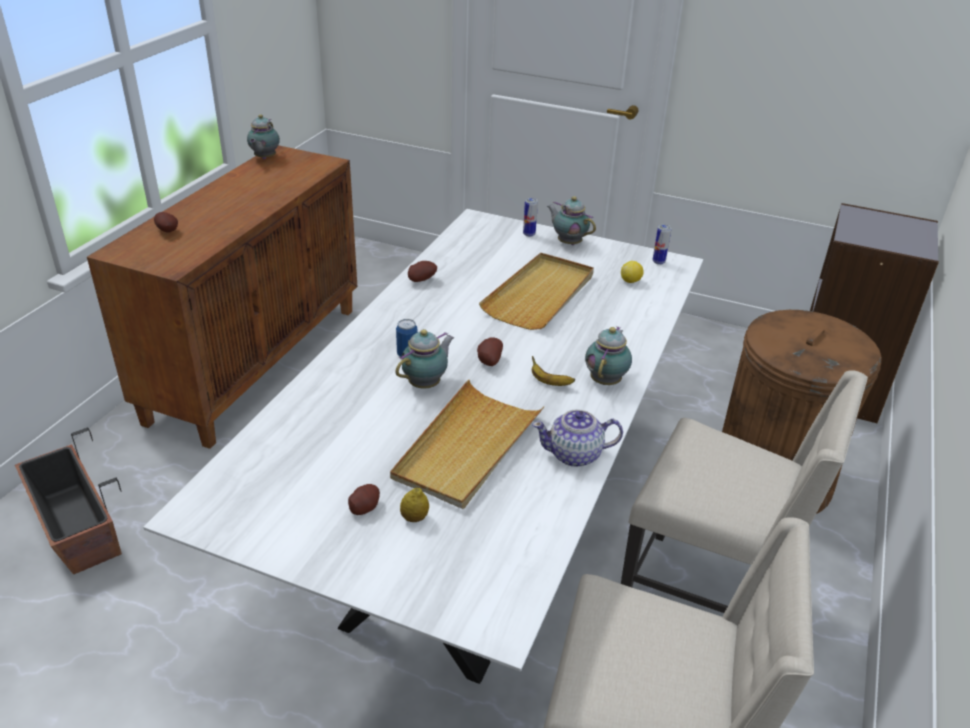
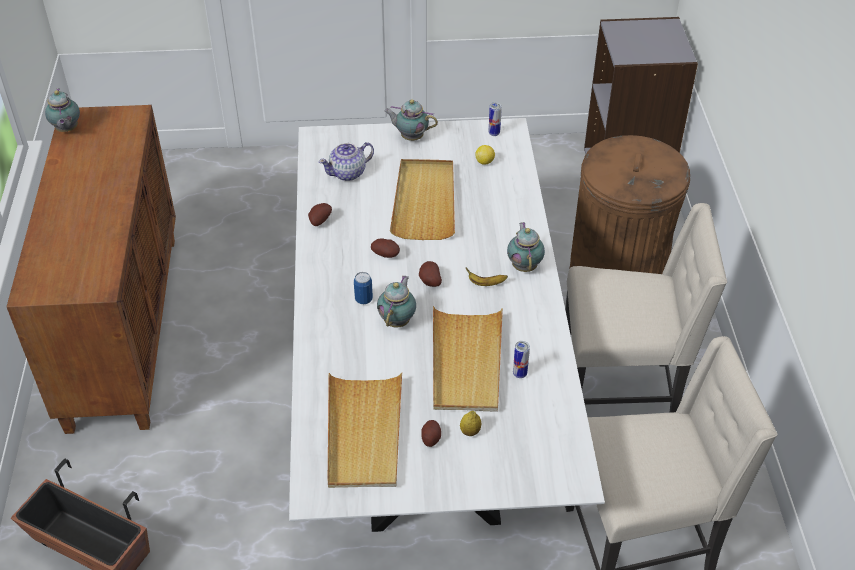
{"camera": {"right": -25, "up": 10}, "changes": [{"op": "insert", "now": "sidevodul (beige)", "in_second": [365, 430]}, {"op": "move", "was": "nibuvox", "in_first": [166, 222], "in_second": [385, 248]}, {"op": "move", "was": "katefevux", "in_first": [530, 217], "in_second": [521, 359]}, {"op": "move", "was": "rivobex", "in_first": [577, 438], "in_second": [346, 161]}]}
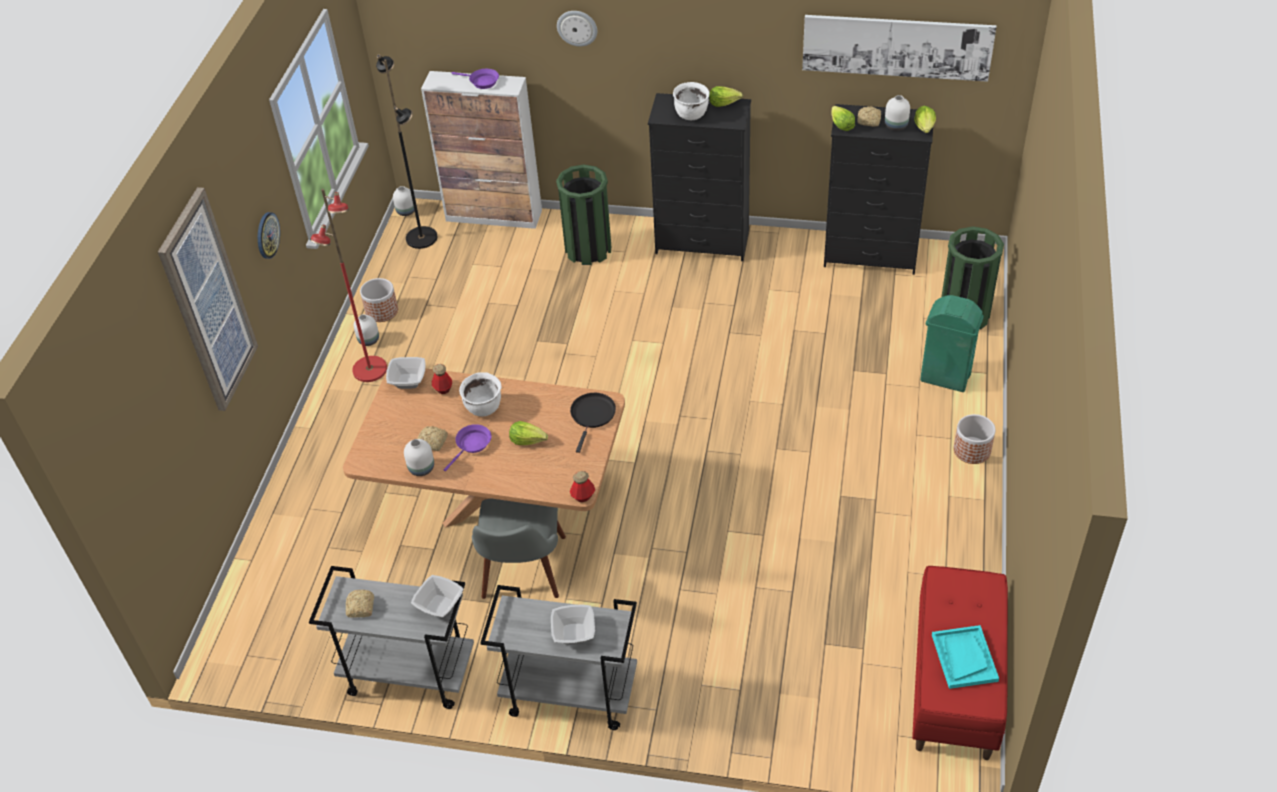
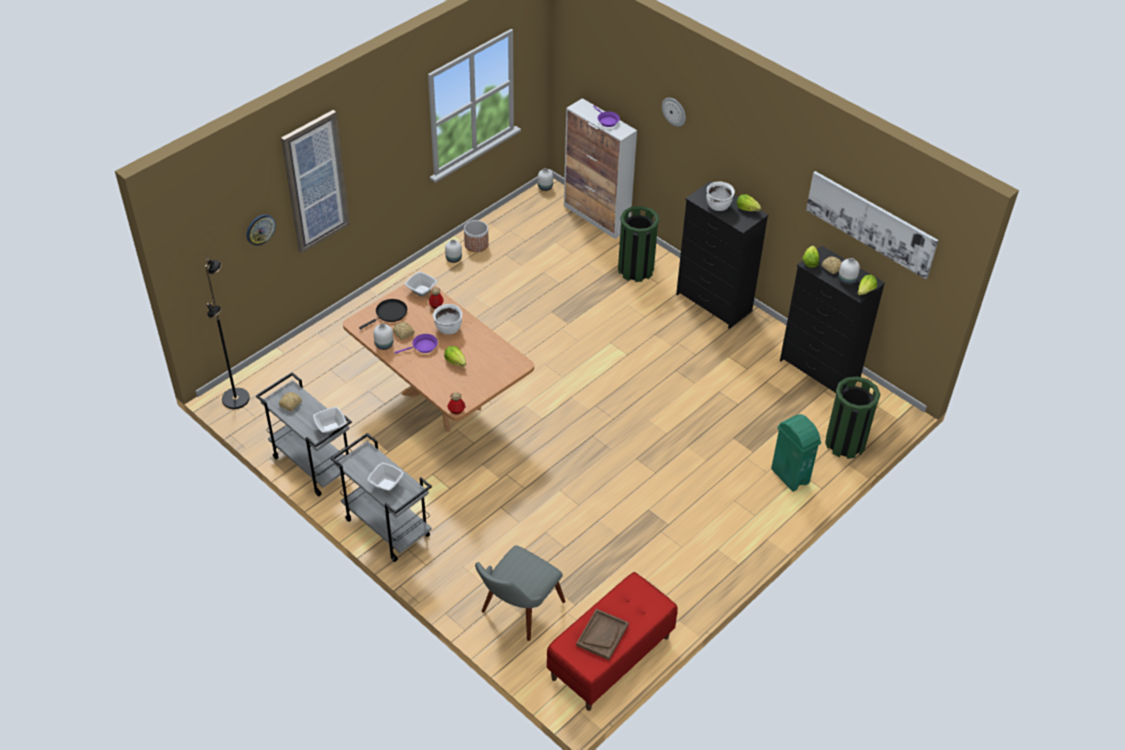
{"camera": {"right": 30, "up": 0}, "changes": [{"op": "delete", "was": "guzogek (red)", "in_first": [348, 285]}, {"op": "delete", "was": "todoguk", "in_first": [975, 439]}, {"op": "move", "was": "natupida", "in_first": [269, 235], "in_second": [261, 230]}, {"op": "move", "was": "guzogek (black)", "in_first": [406, 151], "in_second": [227, 333]}, {"op": "move", "was": "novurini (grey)", "in_first": [519, 548], "in_second": [520, 593]}, {"op": "move", "was": "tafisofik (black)", "in_first": [593, 423], "in_second": [383, 314]}, {"op": "recolor", "was": "sidevodul (turquoise)", "now": "sidevodul (brown)", "in_first": [965, 657], "in_second": [602, 634]}]}
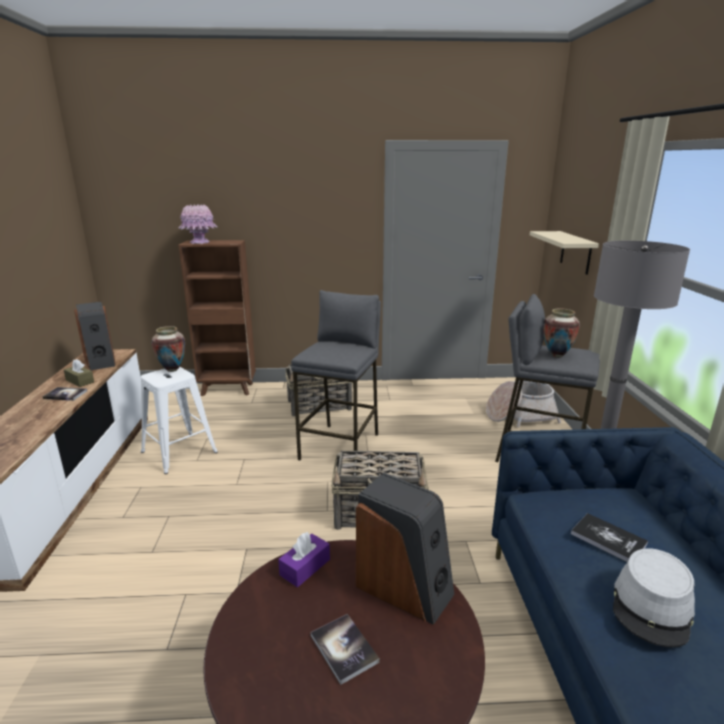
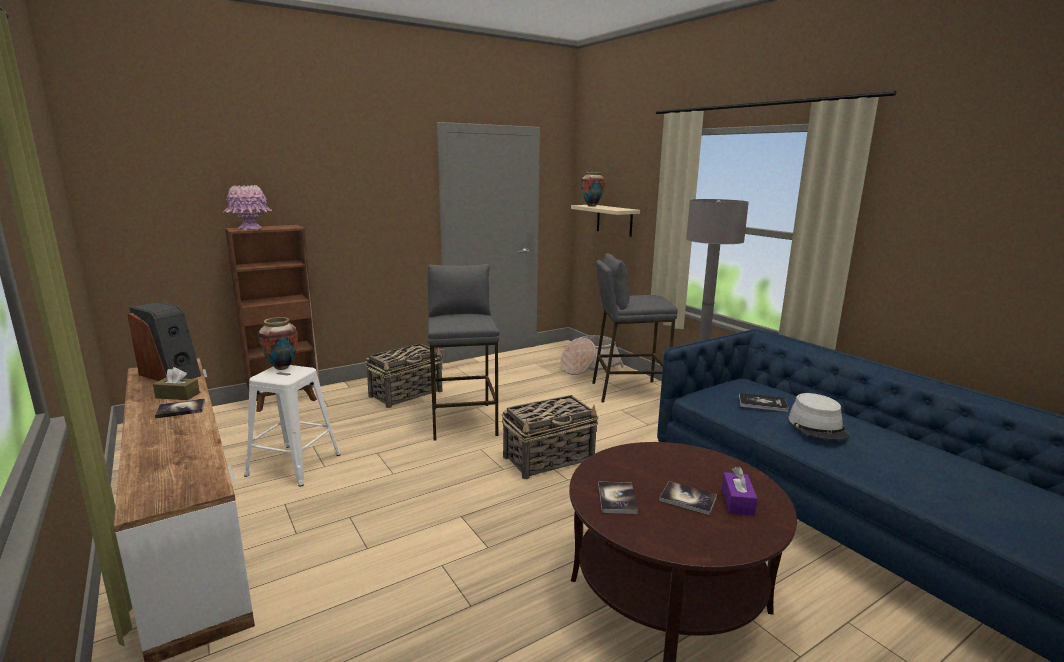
{"camera": {"right": -30, "up": -5}, "changes": [{"op": "delete", "was": "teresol", "in_first": [405, 549]}, {"op": "insert", "now": "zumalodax", "in_second": [618, 498]}, {"op": "move", "was": "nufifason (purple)", "in_first": [304, 559], "in_second": [740, 491]}, {"op": "move", "was": "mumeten", "in_first": [561, 333], "in_second": [593, 189]}]}
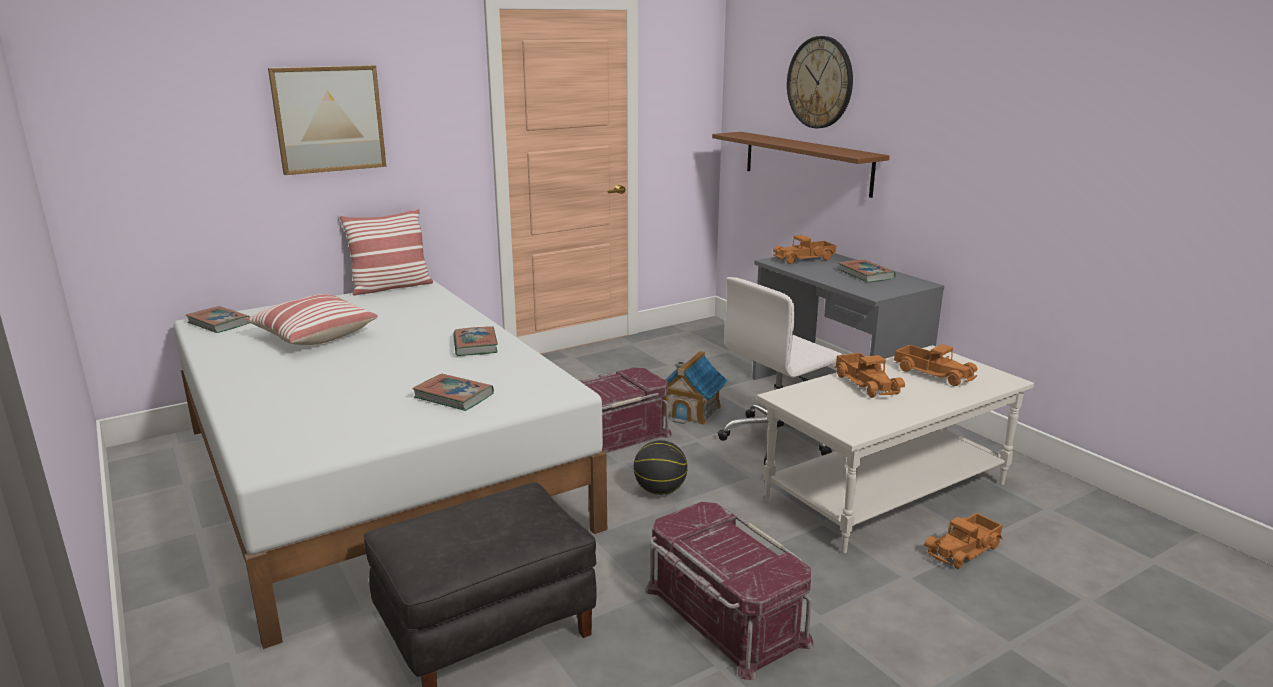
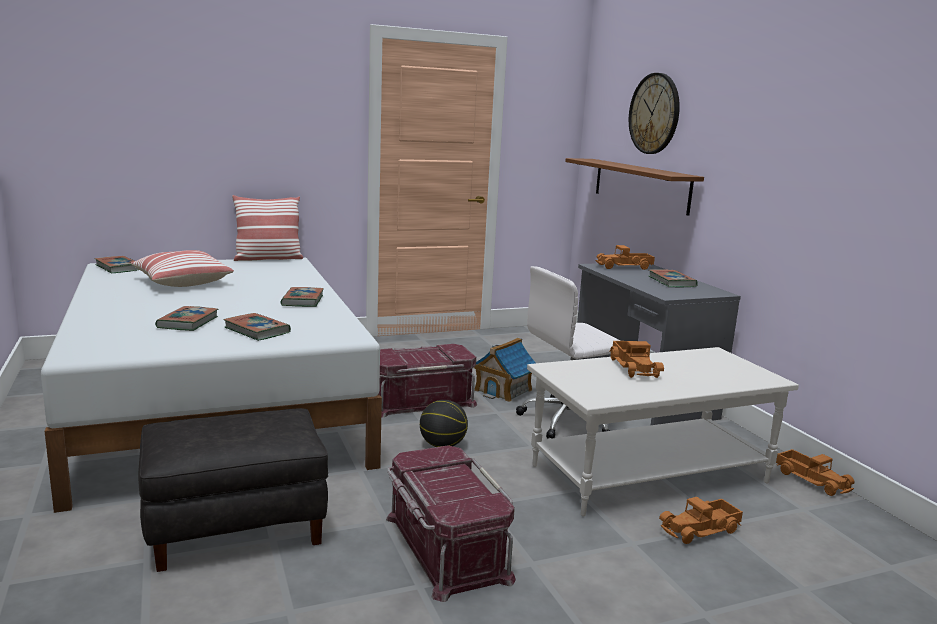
{"camera": {"right": 10, "up": -5}, "changes": [{"op": "delete", "was": "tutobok", "in_first": [327, 120]}, {"op": "insert", "now": "zumalodax", "in_second": [186, 318]}, {"op": "move", "was": "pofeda", "in_first": [936, 365], "in_second": [815, 472]}]}
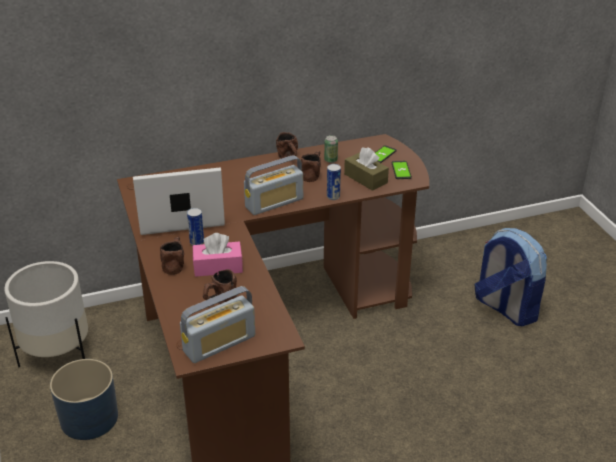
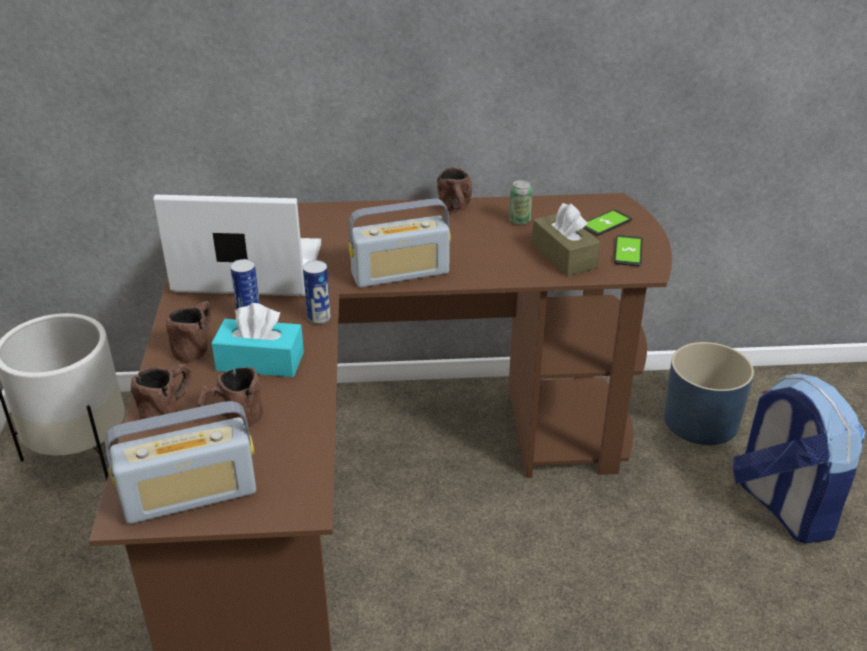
{"camera": {"right": 15, "up": 0}, "changes": [{"op": "move", "was": "todoguk (blue)", "in_first": [84, 399], "in_second": [709, 393]}, {"op": "move", "was": "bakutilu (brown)", "in_first": [311, 166], "in_second": [161, 392]}, {"op": "move", "was": "katefevux", "in_first": [334, 182], "in_second": [317, 292]}, {"op": "recolor", "was": "nufifason (pink)", "now": "nufifason (turquoise)", "in_first": [218, 255], "in_second": [257, 340]}]}
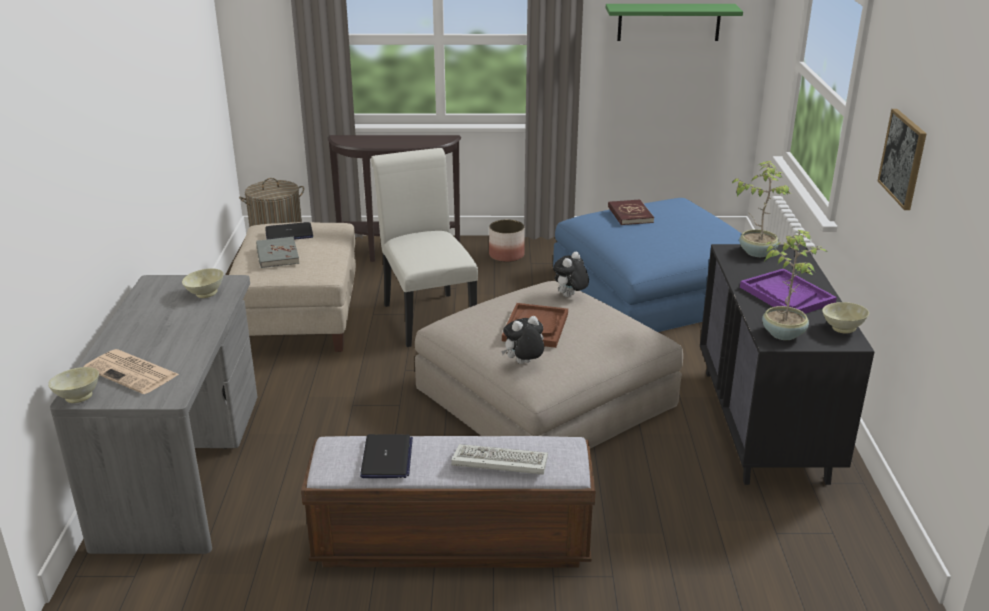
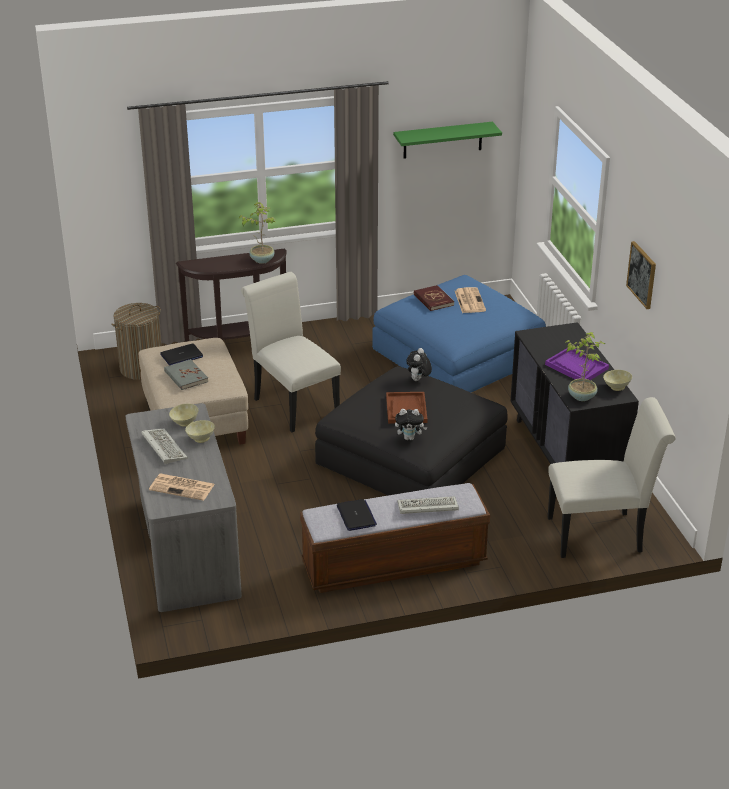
{"camera": {"right": -15, "up": 5}, "changes": [{"op": "delete", "was": "todoguk", "in_first": [507, 240]}, {"op": "insert", "now": "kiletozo", "in_second": [164, 446]}, {"op": "insert", "now": "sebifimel", "in_second": [470, 300]}, {"op": "insert", "now": "novurini (white)", "in_second": [612, 477]}, {"op": "move", "was": "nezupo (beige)", "in_first": [73, 385], "in_second": [200, 431]}, {"op": "move", "was": "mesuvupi", "in_first": [761, 209], "in_second": [256, 233]}, {"op": "recolor", "was": "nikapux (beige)", "now": "nikapux (black)", "in_first": [549, 365], "in_second": [411, 430]}, {"op": "rotate", "was": "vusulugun", "in_first": [522, 340], "in_second": [411, 424], "clockwise": -135}]}
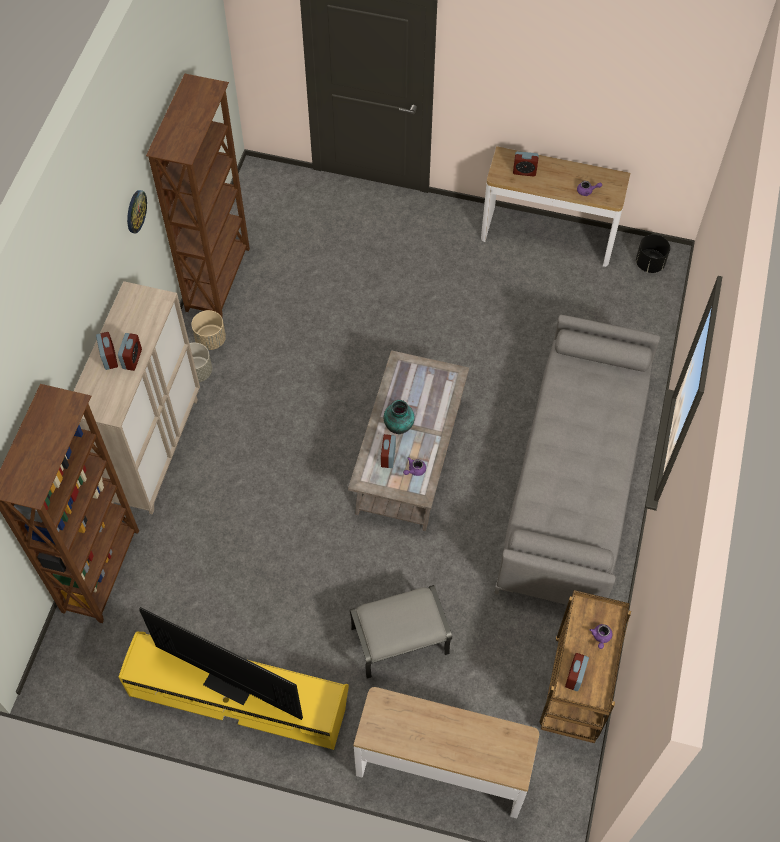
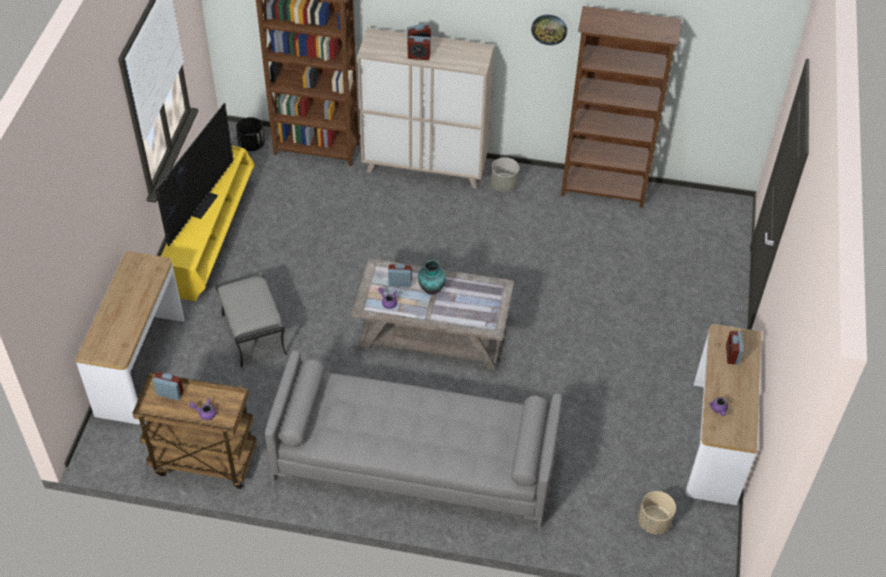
{"camera": {"right": 85, "up": -10}, "changes": [{"op": "move", "was": "todoguk (beige)", "in_first": [209, 330], "in_second": [657, 512]}, {"op": "move", "was": "todoguk (black)", "in_first": [653, 253], "in_second": [250, 134]}]}
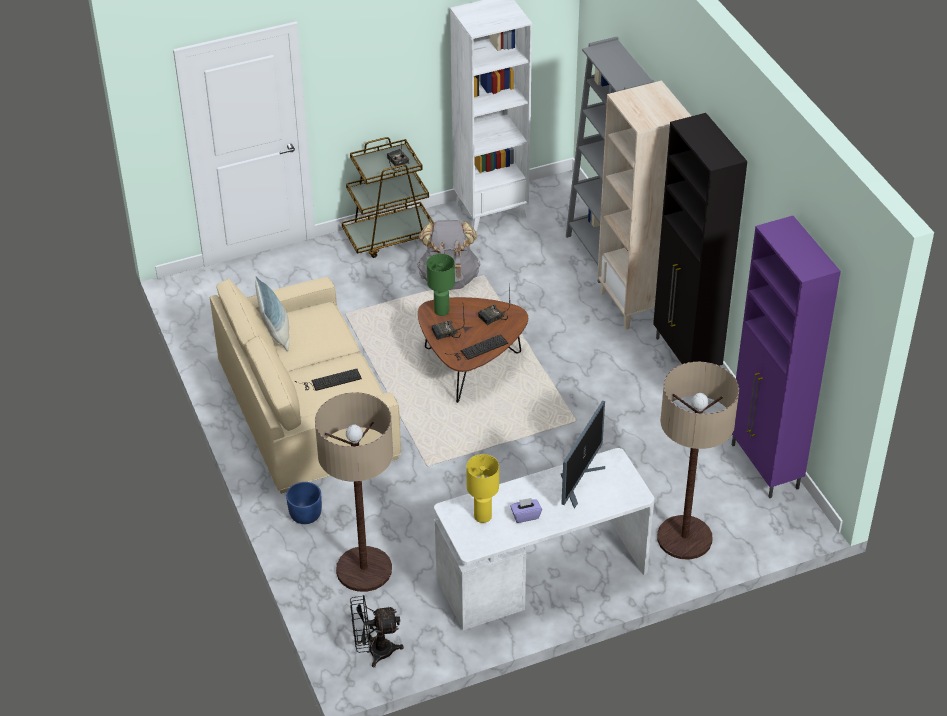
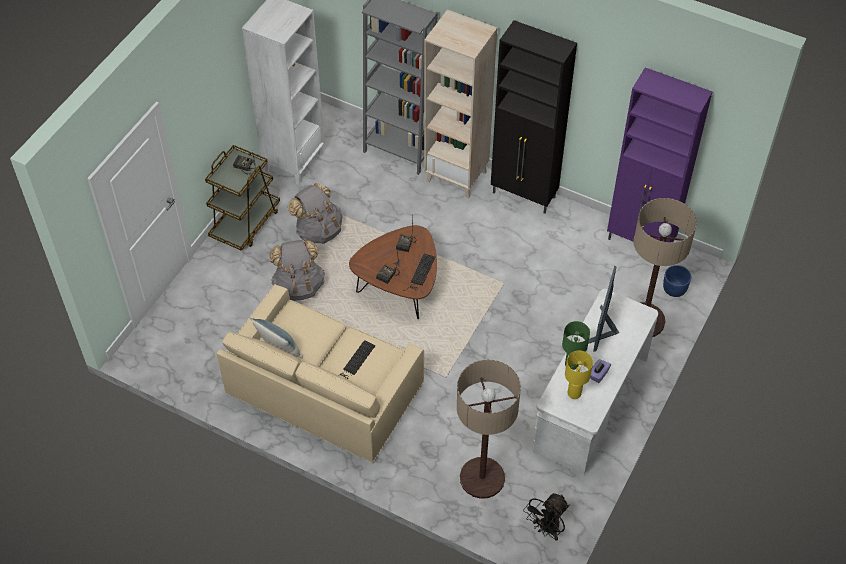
{"camera": {"right": -40, "up": 10}, "changes": [{"op": "insert", "now": "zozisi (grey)", "in_second": [297, 270]}, {"op": "move", "was": "todoguk (blue)", "in_first": [304, 503], "in_second": [677, 281]}, {"op": "move", "was": "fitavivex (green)", "in_first": [441, 285], "in_second": [576, 345]}, {"op": "rotate", "was": "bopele", "in_first": [583, 454], "in_second": [603, 309], "clockwise": -150}]}
